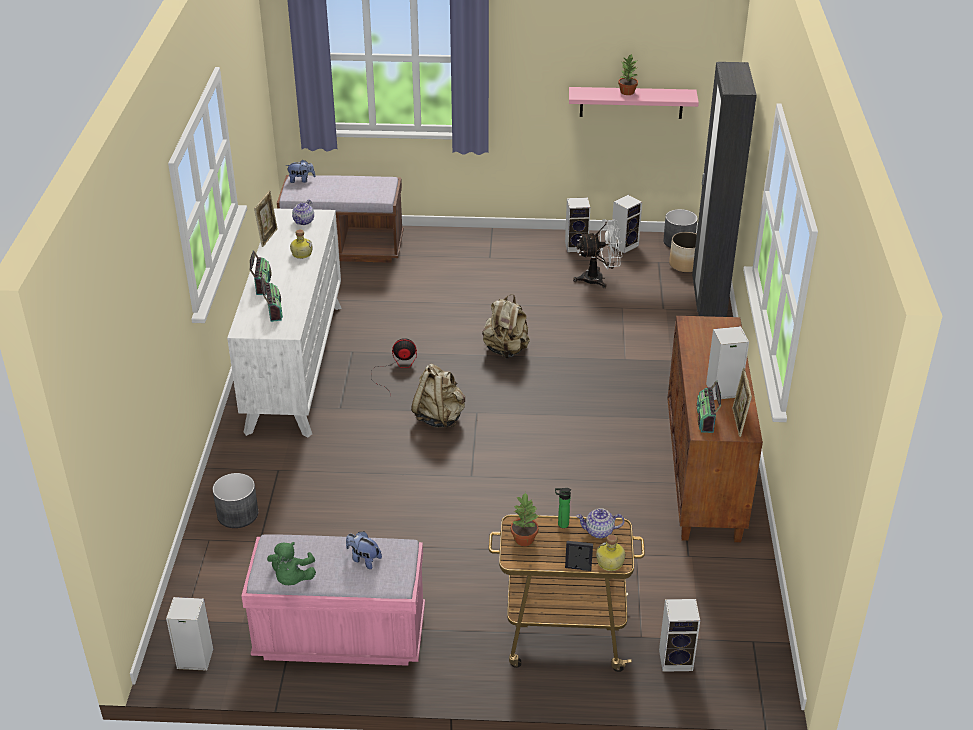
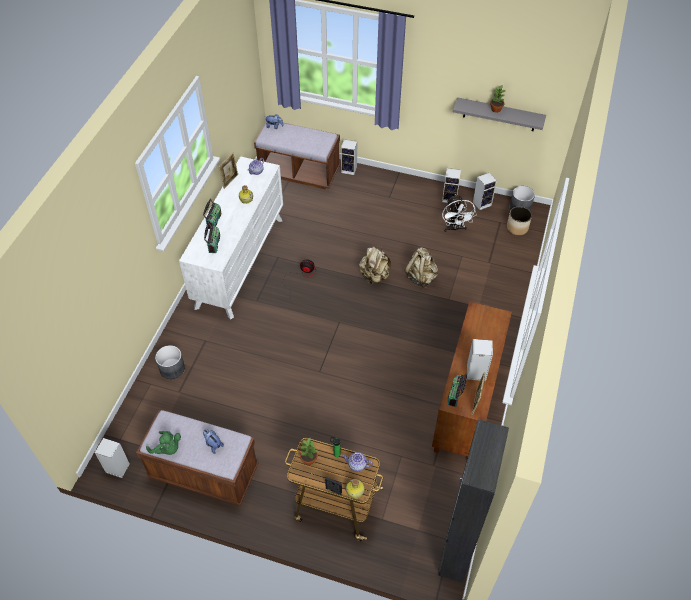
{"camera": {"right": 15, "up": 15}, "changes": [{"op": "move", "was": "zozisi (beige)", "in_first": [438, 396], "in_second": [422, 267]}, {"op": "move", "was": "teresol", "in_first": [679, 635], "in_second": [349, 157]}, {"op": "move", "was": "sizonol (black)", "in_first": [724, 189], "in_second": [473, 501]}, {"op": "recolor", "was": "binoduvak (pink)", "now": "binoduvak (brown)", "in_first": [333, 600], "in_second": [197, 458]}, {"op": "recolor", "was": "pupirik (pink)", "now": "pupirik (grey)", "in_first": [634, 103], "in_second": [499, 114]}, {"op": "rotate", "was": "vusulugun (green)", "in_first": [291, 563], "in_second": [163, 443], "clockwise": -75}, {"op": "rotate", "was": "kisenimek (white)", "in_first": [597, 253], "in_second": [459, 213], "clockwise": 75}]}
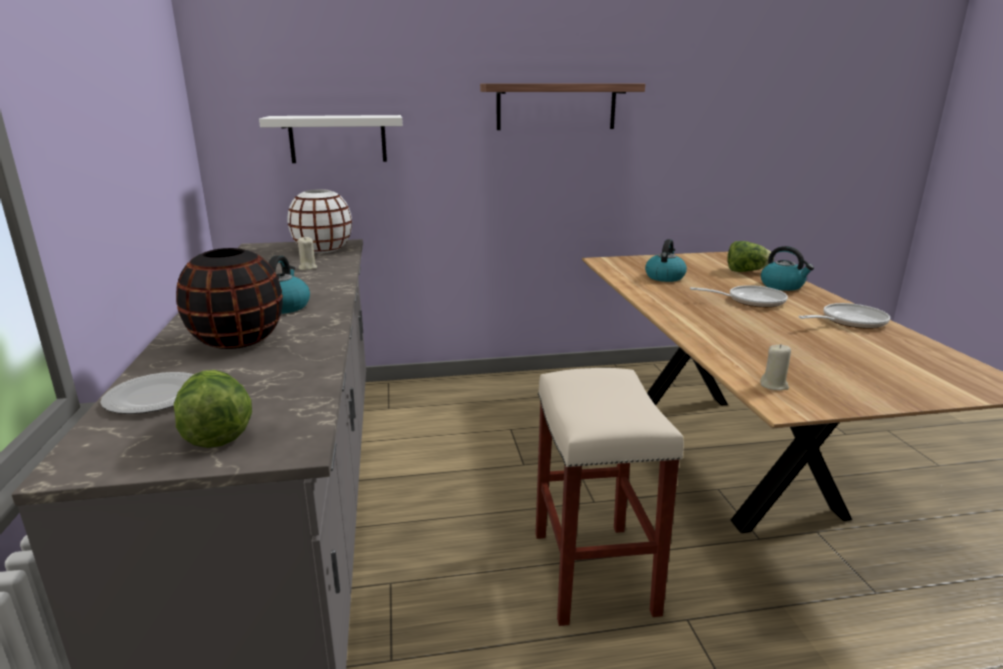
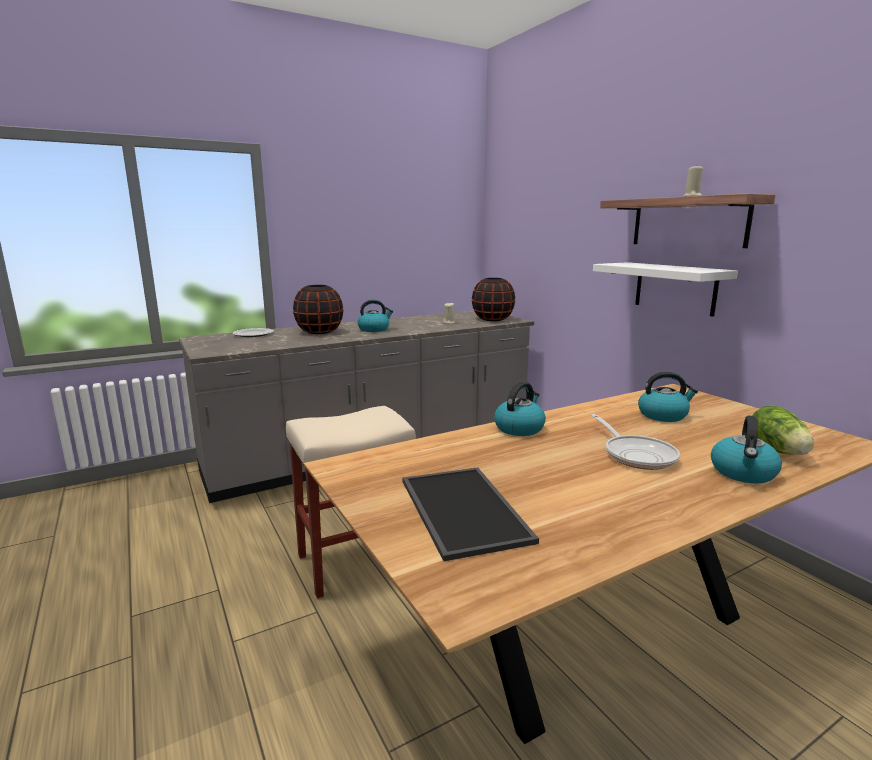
{"camera": {"right": 70, "up": -5}, "changes": [{"op": "delete", "was": "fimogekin", "in_first": [213, 409]}, {"op": "delete", "was": "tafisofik", "in_first": [844, 316]}, {"op": "insert", "now": "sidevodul", "in_second": [471, 514]}, {"op": "insert", "now": "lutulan", "in_second": [520, 409]}, {"op": "move", "was": "pupirik (white)", "in_first": [331, 139], "in_second": [665, 289]}, {"op": "move", "was": "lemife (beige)", "in_first": [775, 367], "in_second": [693, 181]}, {"op": "recolor", "was": "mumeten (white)", "now": "mumeten (black)", "in_first": [319, 221], "in_second": [493, 299]}]}
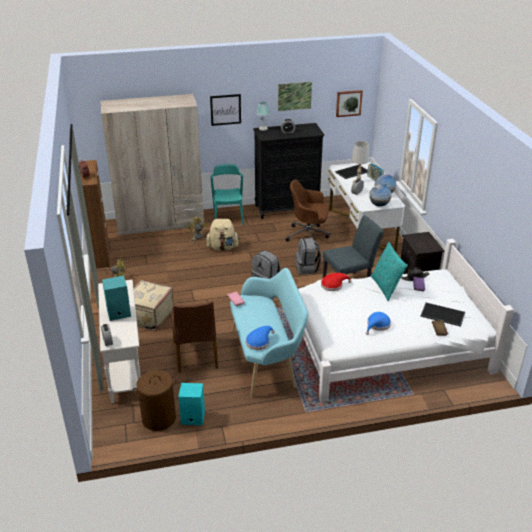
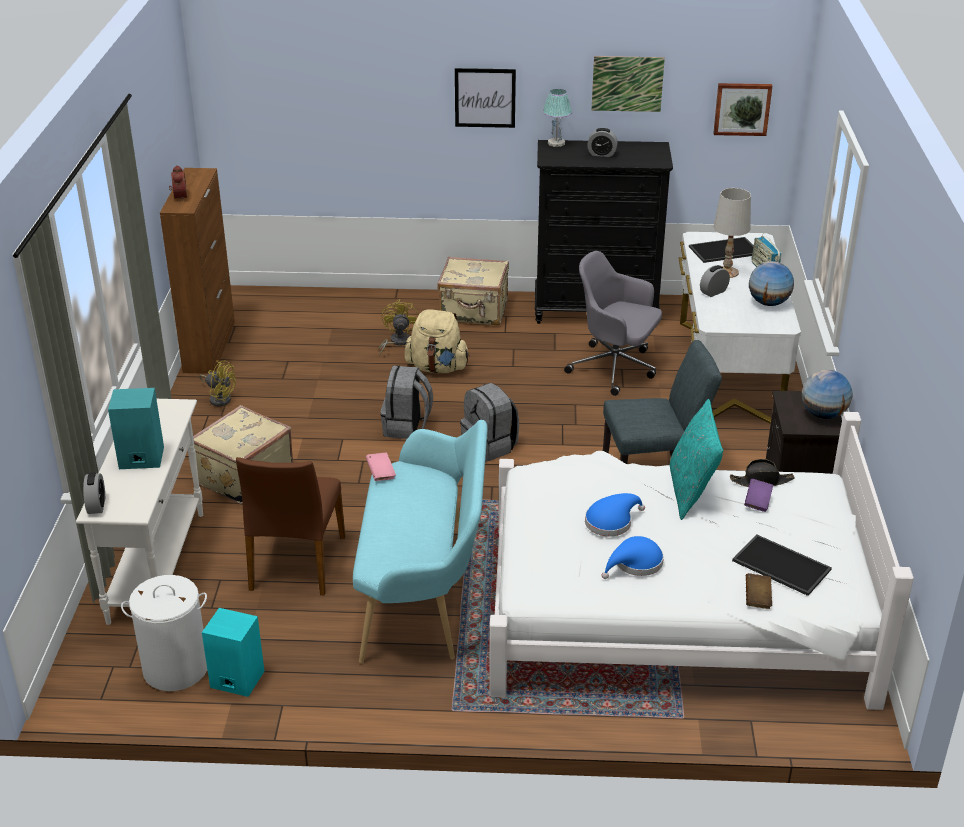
{"camera": {"right": 15, "up": 0}, "changes": [{"op": "delete", "was": "sizonol (beige)", "in_first": [152, 165]}, {"op": "delete", "was": "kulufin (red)", "in_first": [336, 282]}, {"op": "move", "was": "kulufin (blue)", "in_first": [260, 338], "in_second": [615, 514]}, {"op": "move", "was": "zozisi (grey)", "in_first": [308, 256], "in_second": [406, 402]}, {"op": "move", "was": "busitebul", "in_first": [380, 195], "in_second": [827, 394]}, {"op": "replace", "was": "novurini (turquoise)", "now": "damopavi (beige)", "in_first": [227, 194], "in_second": [473, 291]}, {"op": "recolor", "was": "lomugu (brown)", "now": "lomugu (white)", "in_first": [154, 400], "in_second": [164, 633]}, {"op": "recolor", "was": "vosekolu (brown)", "now": "vosekolu (grey)", "in_first": [308, 212], "in_second": [613, 323]}]}
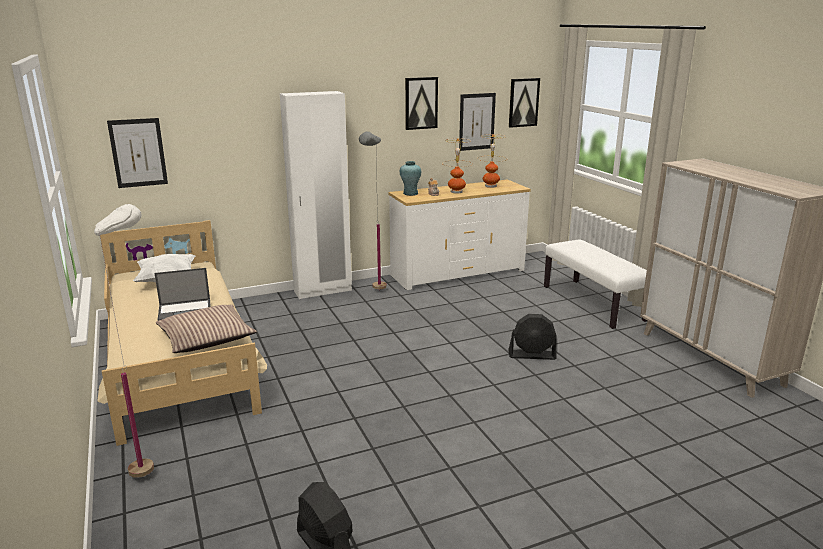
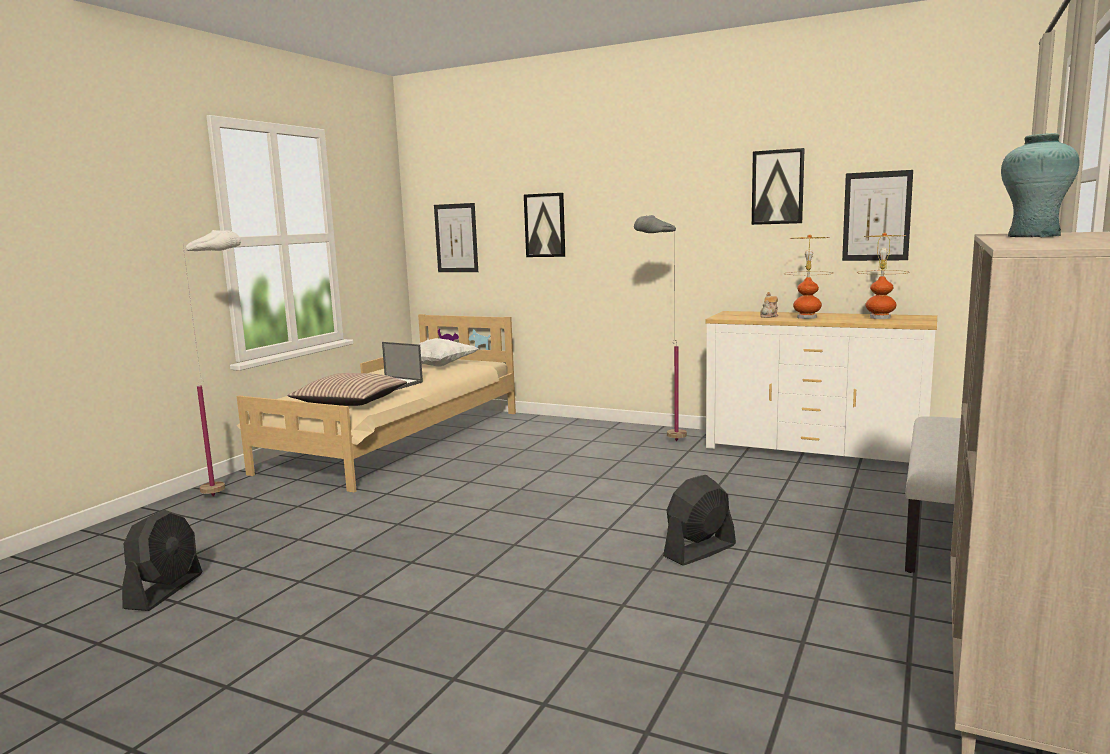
{"camera": {"right": 50, "up": -10}, "changes": [{"op": "delete", "was": "sizonol (white)", "in_first": [316, 195]}, {"op": "move", "was": "mumeten (turquoise)", "in_first": [410, 178], "in_second": [1040, 185]}, {"op": "move", "was": "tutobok", "in_first": [524, 103], "in_second": [544, 225]}, {"op": "rotate", "was": "kisenimek (black)", "in_first": [532, 337], "in_second": [699, 520], "clockwise": 90}]}
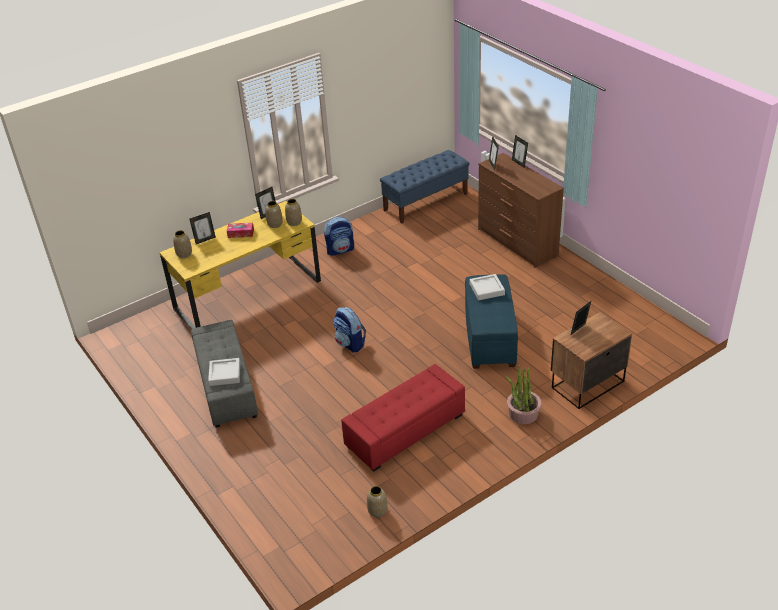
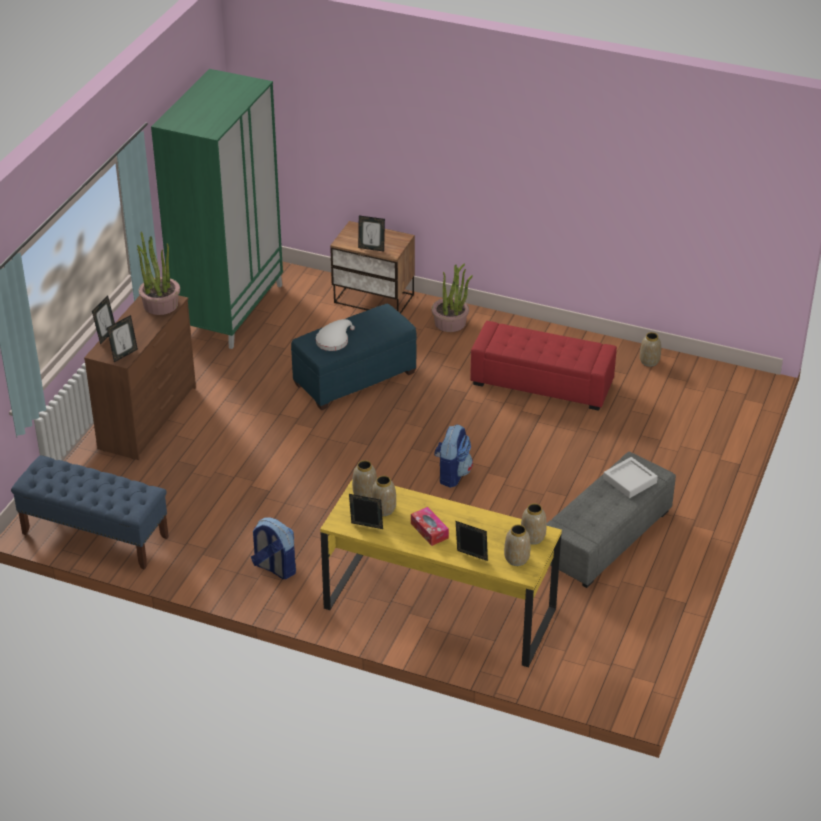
{"camera": {"right": -125, "up": 0}, "changes": [{"op": "insert", "now": "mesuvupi", "in_second": [158, 273]}, {"op": "insert", "now": "sizonol (green)", "in_second": [217, 209]}, {"op": "insert", "now": "mumeten", "in_second": [534, 524]}, {"op": "replace", "was": "sidevodul (grey)", "now": "kulufin (white)", "in_first": [487, 287], "in_second": [335, 335]}]}
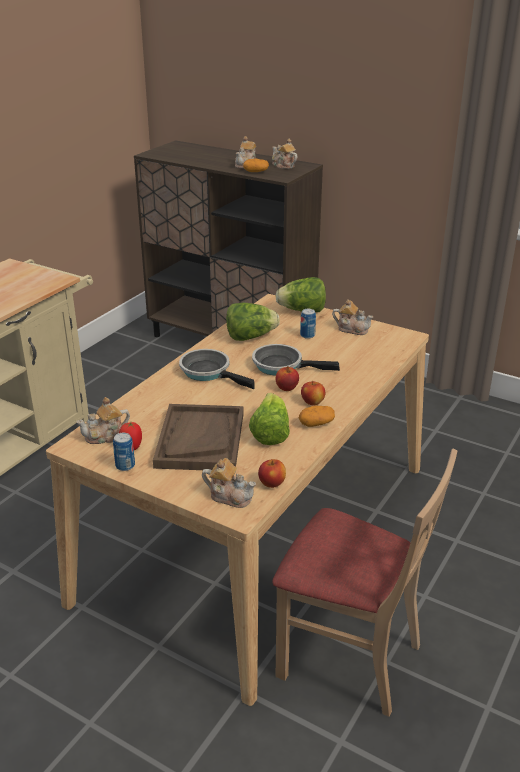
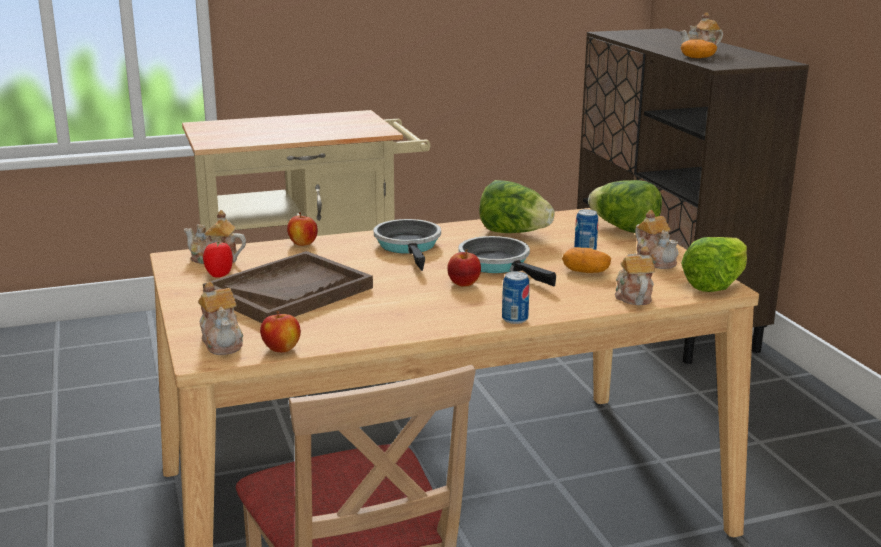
{"camera": {"right": 40, "up": -10}, "changes": [{"op": "move", "was": "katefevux", "in_first": [124, 452], "in_second": [516, 297]}, {"op": "move", "was": "fimogekin", "in_first": [269, 419], "in_second": [714, 264]}, {"op": "move", "was": "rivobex", "in_first": [285, 153], "in_second": [635, 275]}, {"op": "move", "was": "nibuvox", "in_first": [317, 416], "in_second": [586, 260]}, {"op": "move", "was": "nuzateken", "in_first": [313, 393], "in_second": [302, 229]}]}
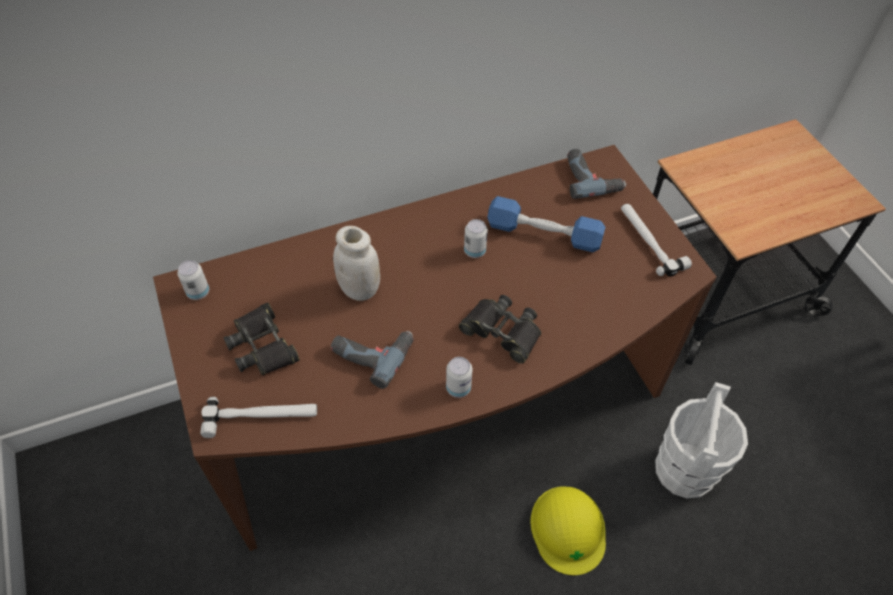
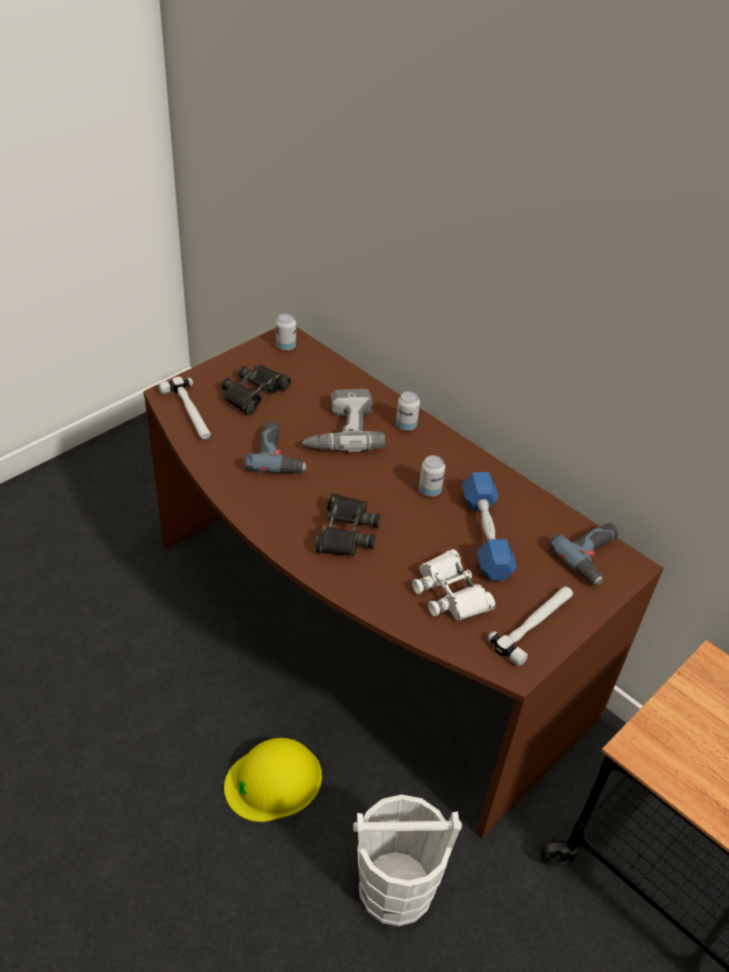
{"camera": {"right": 65, "up": -10}, "changes": [{"op": "insert", "now": "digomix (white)", "in_second": [453, 585]}, {"op": "move", "was": "katefevux", "in_first": [459, 377], "in_second": [408, 411]}, {"op": "replace", "was": "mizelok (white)", "now": "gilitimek", "in_first": [356, 263], "in_second": [343, 420]}]}
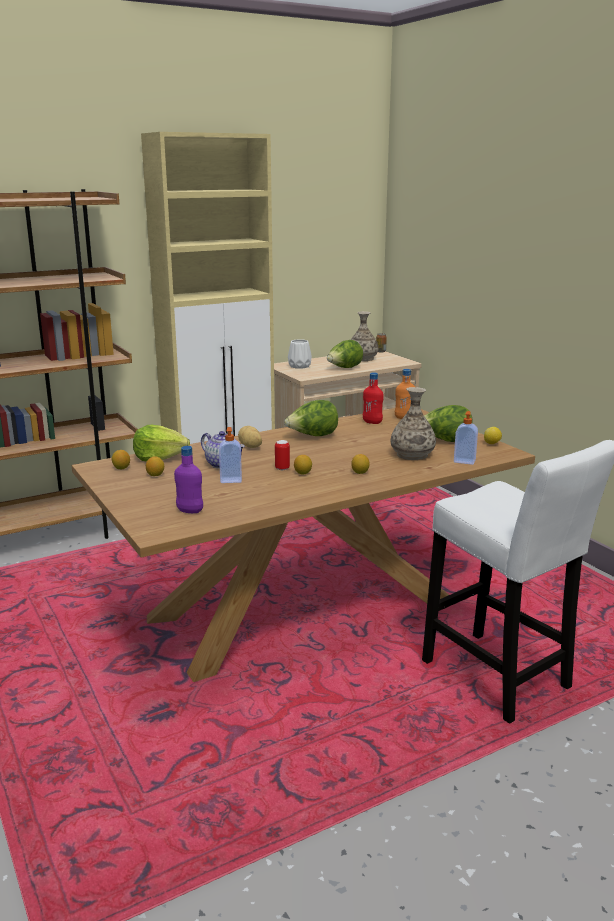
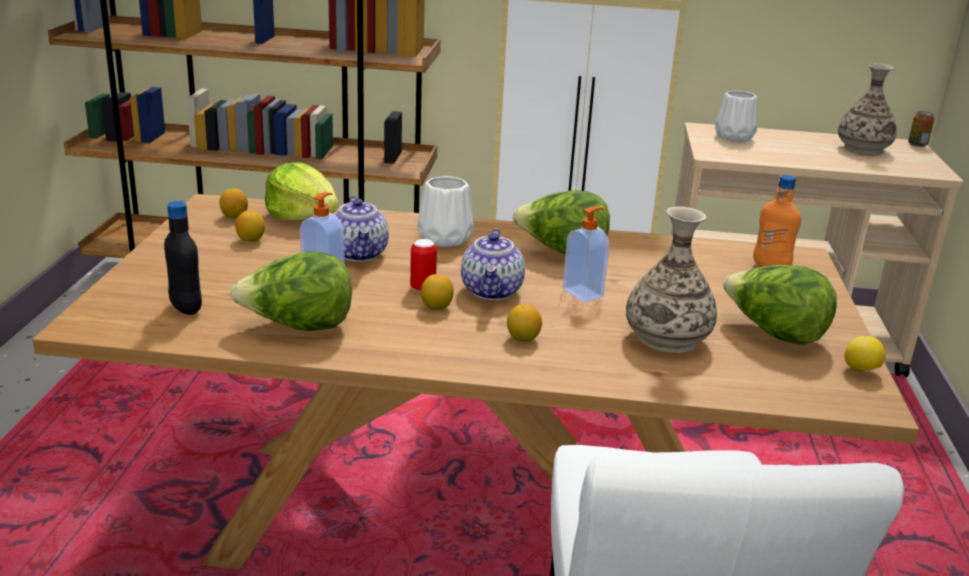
{"camera": {"right": 35, "up": 5}, "changes": [{"op": "delete", "was": "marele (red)", "in_first": [373, 398]}, {"op": "insert", "now": "rivobex", "in_second": [493, 264]}, {"op": "move", "was": "fimogekin", "in_first": [345, 354], "in_second": [291, 291]}, {"op": "move", "was": "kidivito", "in_first": [466, 438], "in_second": [586, 254]}, {"op": "replace", "was": "nibuvox", "now": "mumeten (white)", "in_first": [250, 437], "in_second": [445, 211]}, {"op": "recolor", "was": "marele (purple)", "now": "marele (black)", "in_first": [188, 479], "in_second": [183, 258]}]}
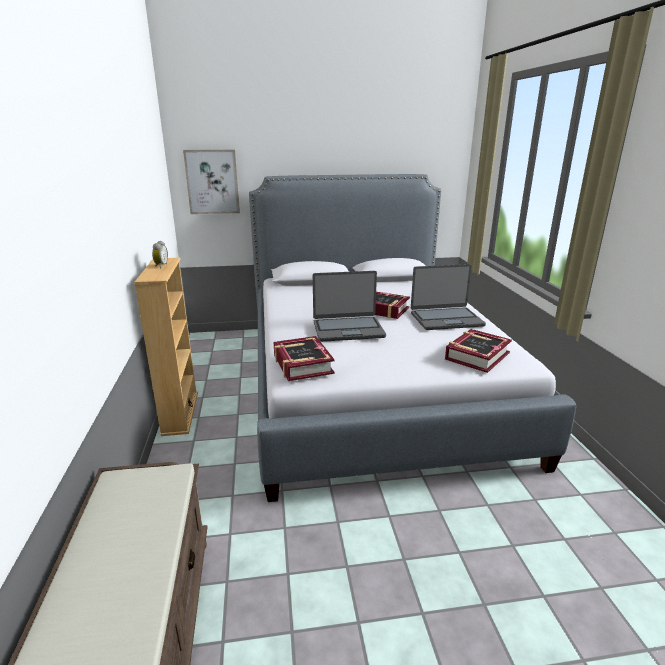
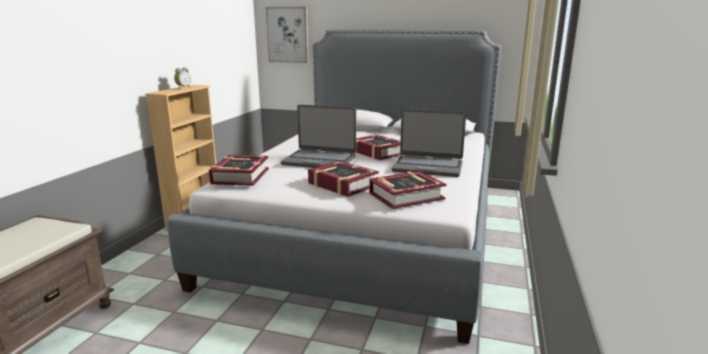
{"camera": {"right": 25, "up": -5}, "changes": [{"op": "insert", "now": "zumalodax", "in_second": [343, 179]}]}
